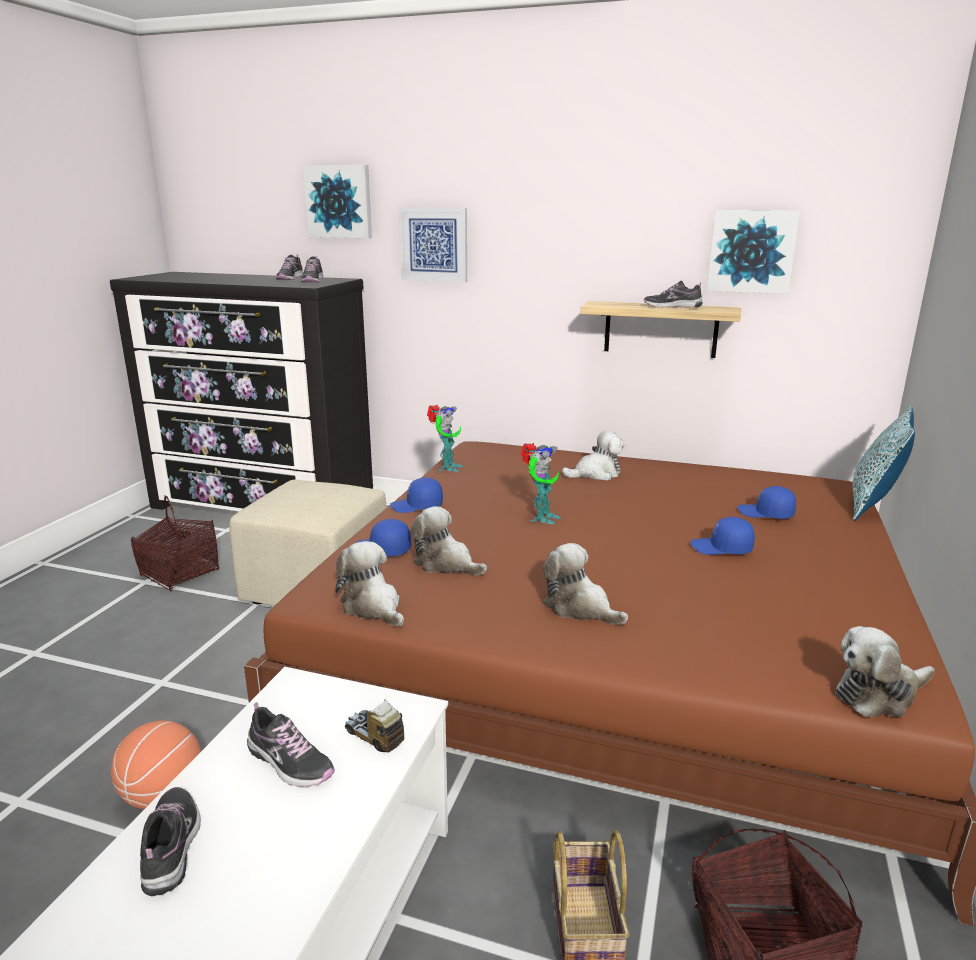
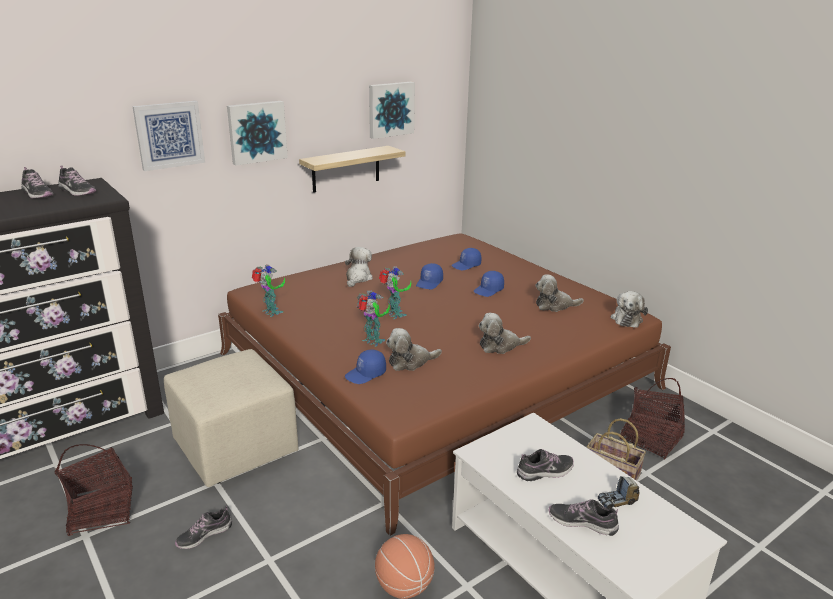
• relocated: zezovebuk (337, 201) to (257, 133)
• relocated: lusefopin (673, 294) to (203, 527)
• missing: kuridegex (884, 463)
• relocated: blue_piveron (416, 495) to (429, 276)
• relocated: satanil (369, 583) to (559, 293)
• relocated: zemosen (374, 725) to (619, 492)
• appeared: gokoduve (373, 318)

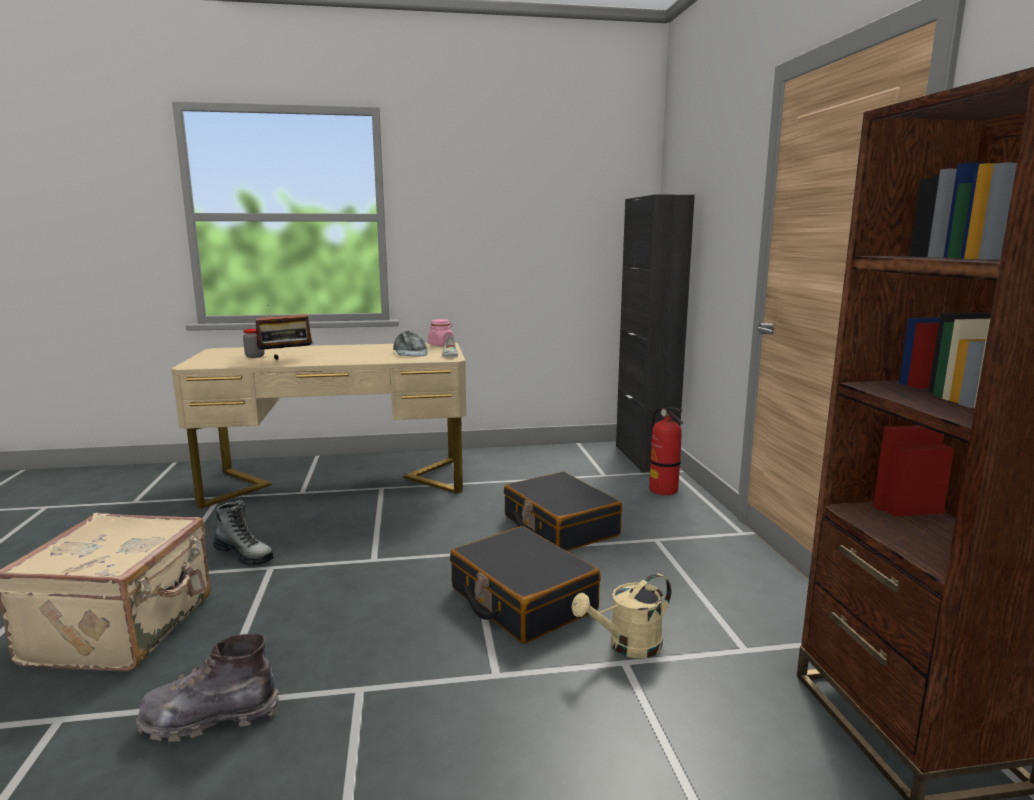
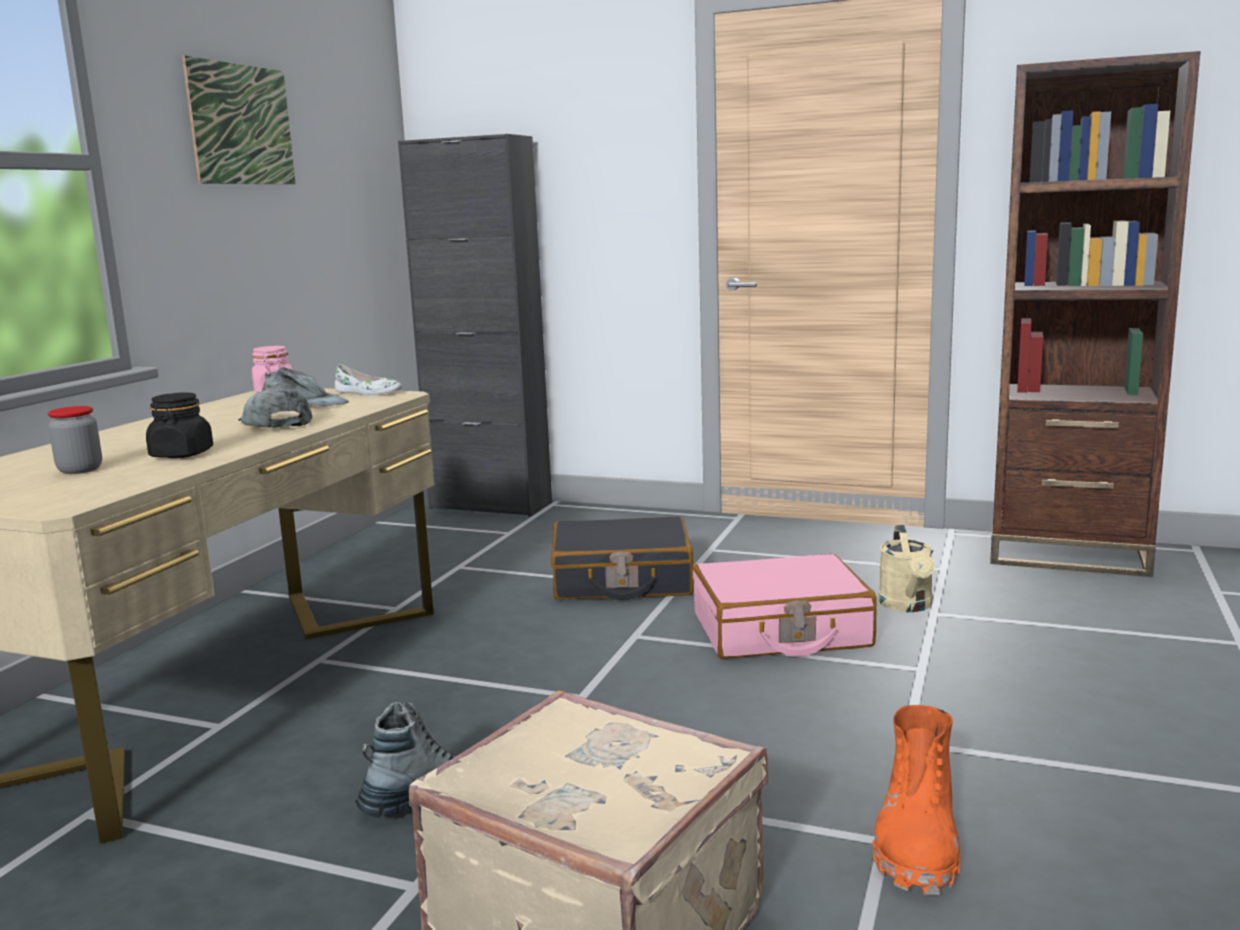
• exchanged: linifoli (282, 332) to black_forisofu (179, 425)
• missing: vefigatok (666, 451)
• colour: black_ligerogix (525, 585) to pink_ligerogix (785, 606)
• colour: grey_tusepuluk (207, 687) to orange_tusepuluk (916, 800)
• appeared: zezovebuk (239, 119)
• appeared: grey_piveron (275, 406)

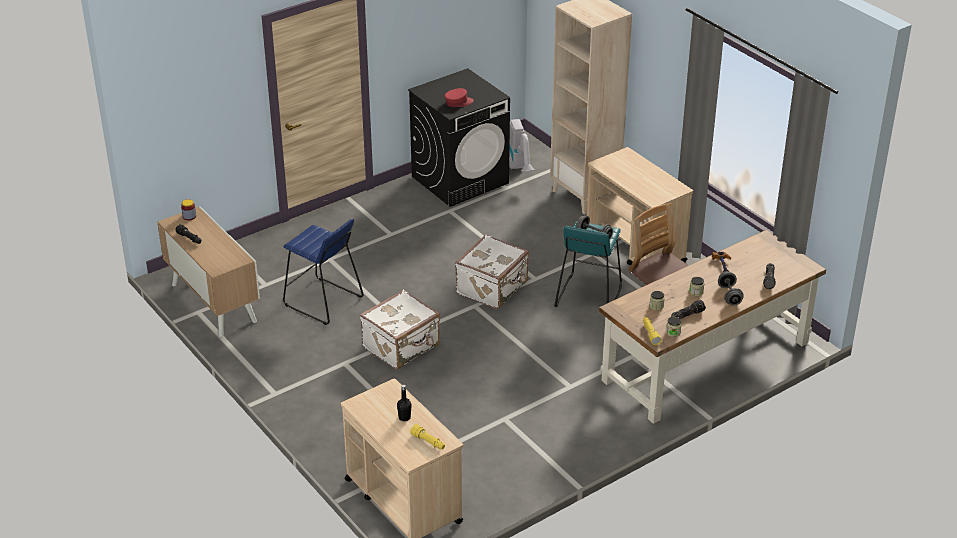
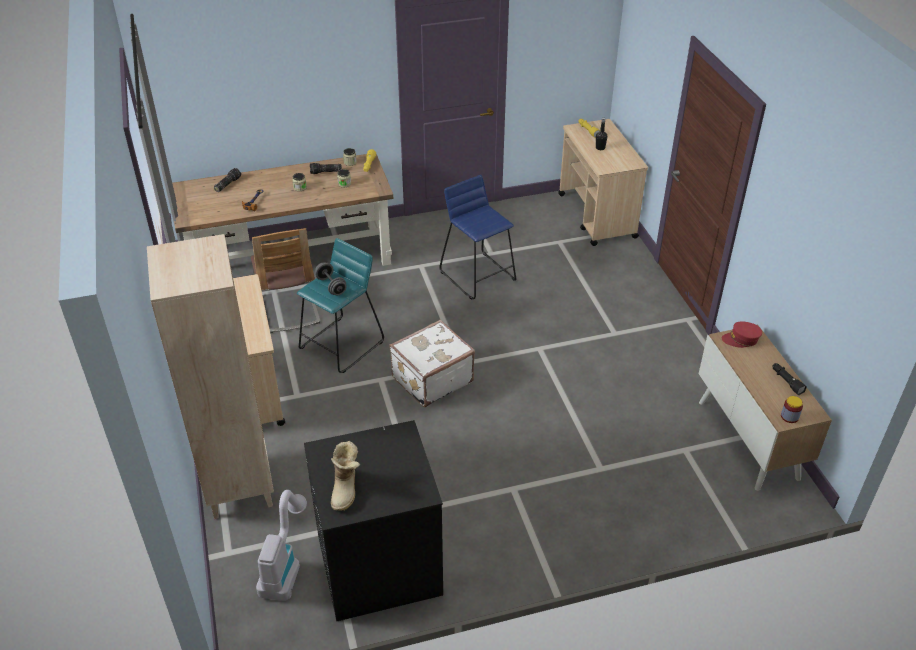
• relocated: red_piveron (459, 97) to (742, 335)
• relocated: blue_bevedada (323, 272) to (477, 237)
• missing: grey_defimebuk (731, 288)
• missing: white_ligerogix (400, 329)
• appeared: tusepuluk (345, 476)

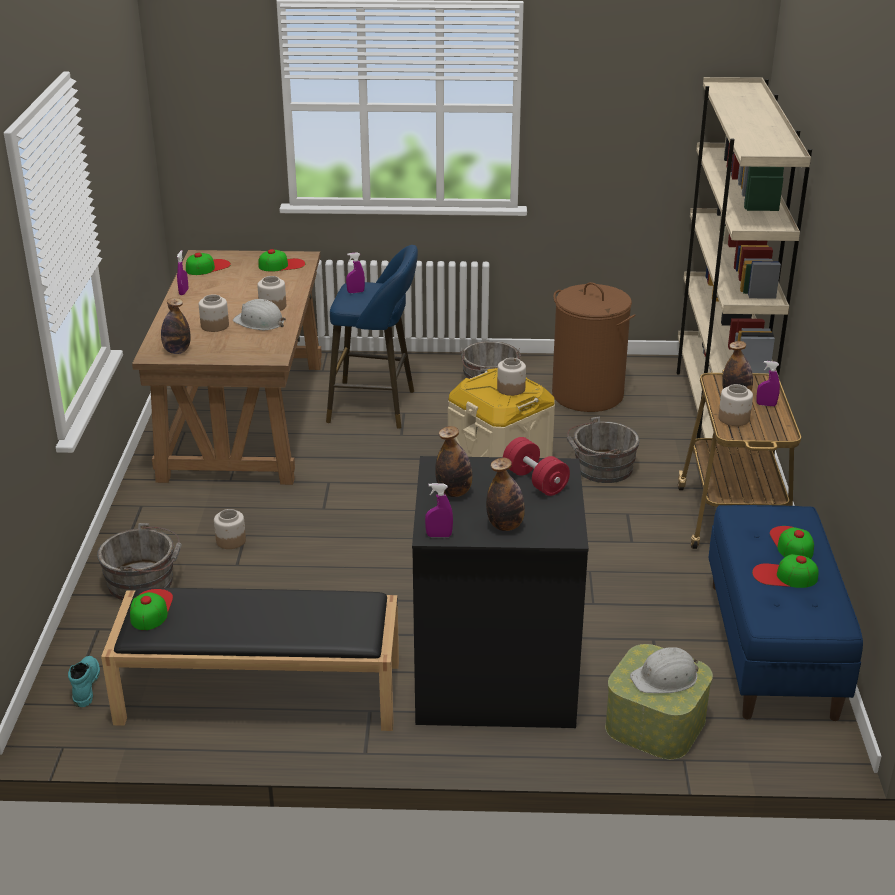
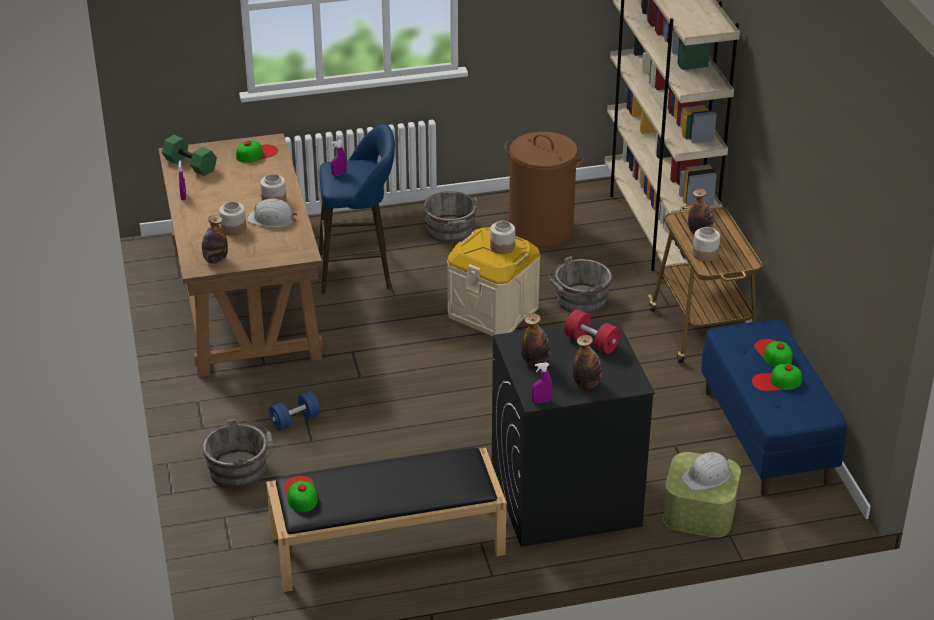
• exchanged: piveron (208, 263) to green_defimebuk (189, 155)
• missing: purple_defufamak (768, 383)
• exchanged: forisofu (230, 529) to blue_defimebuk (294, 411)
• missing: turquoise_tusepuluk (84, 681)

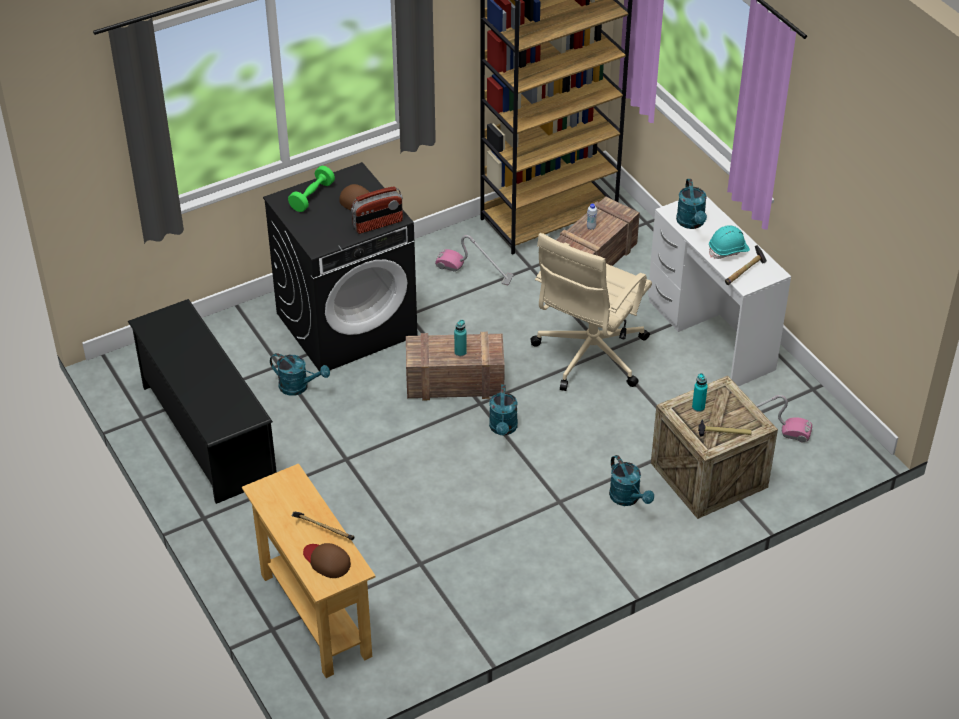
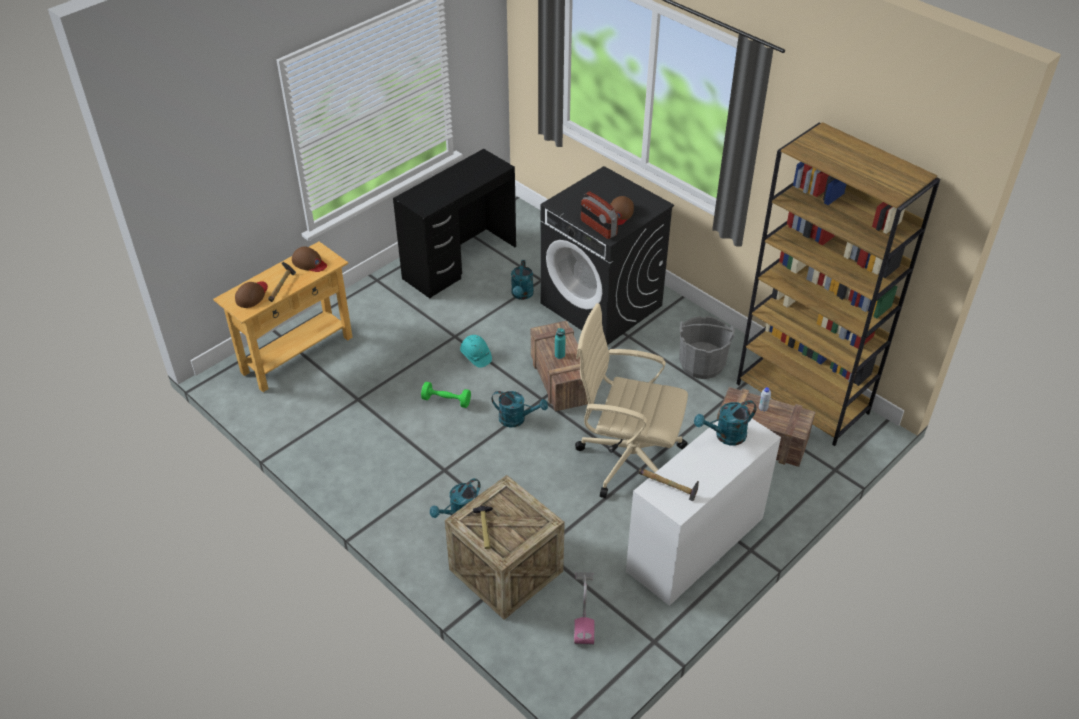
• relocated: green_defimebuk (311, 189) to (446, 395)
• relocated: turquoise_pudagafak (729, 242) to (476, 351)
• exchanged: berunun (474, 260) to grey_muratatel (707, 347)
• exchanged: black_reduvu (202, 401) to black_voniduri (454, 223)
• missing: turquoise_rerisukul (700, 392)
• spun: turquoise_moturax (503, 409) = (519, 409) 150 degrees counterclockwise
• appeared: brown_piveron (309, 259)

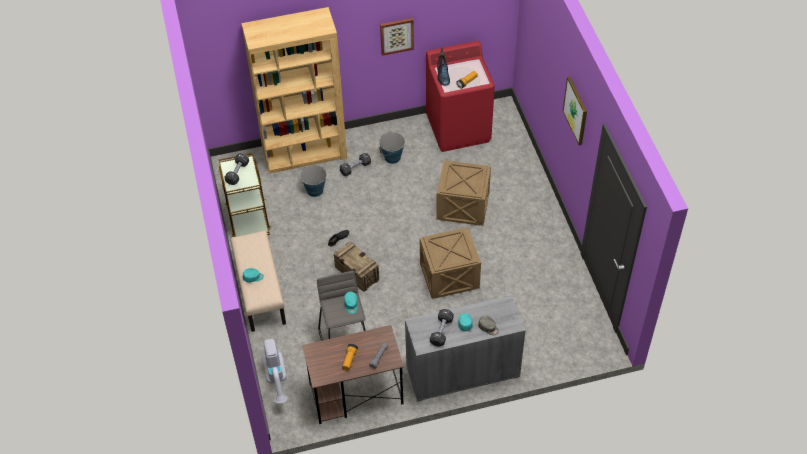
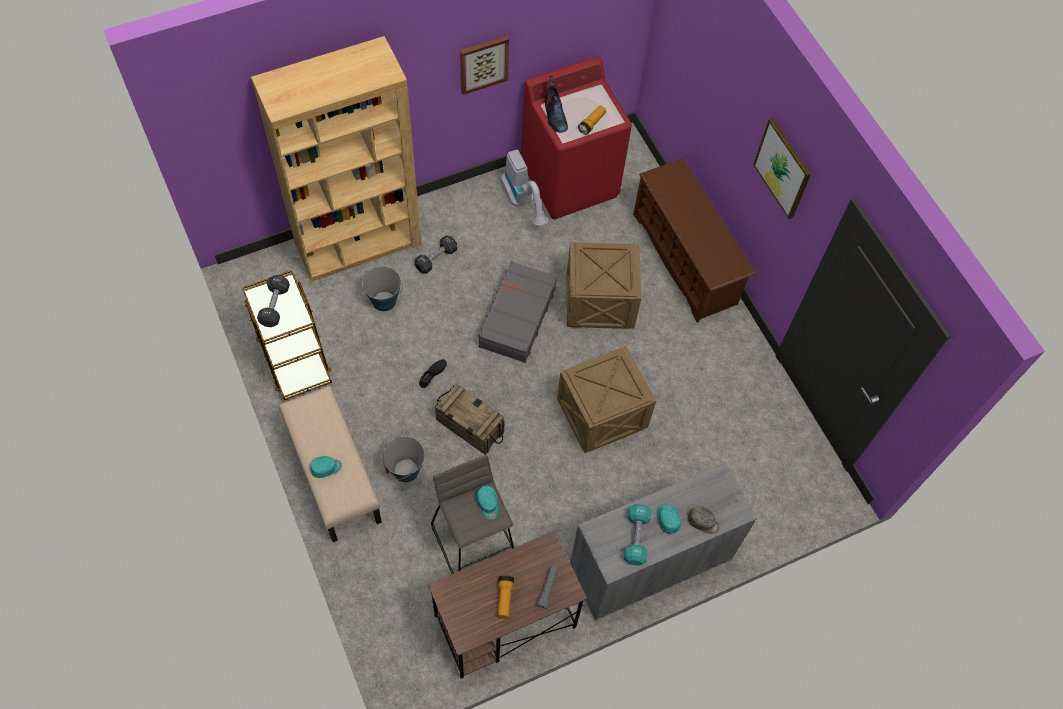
• relocated: muratatel (392, 147) to (404, 459)
• colour: black_defimebuk (442, 328) to turquoise_defimebuk (637, 534)
• relocated: berunun (275, 371) to (525, 188)
• appeared: brown_reduvu (694, 240)
• appeared: grey_ligerogix (517, 312)

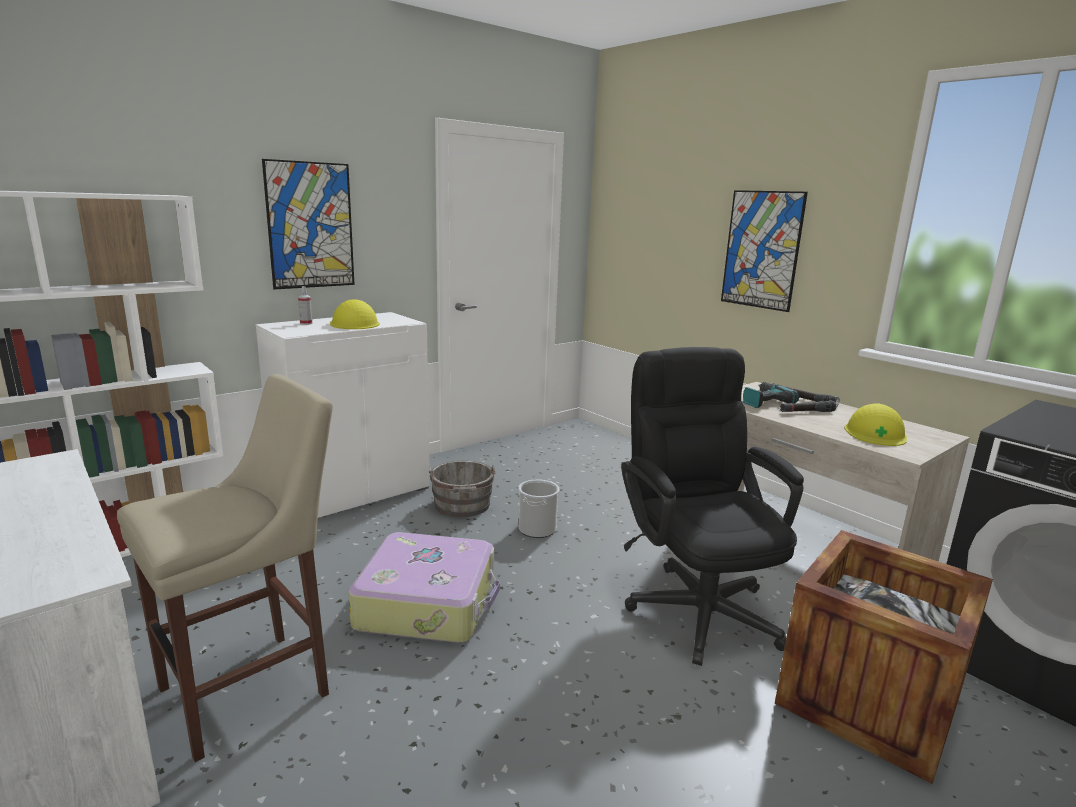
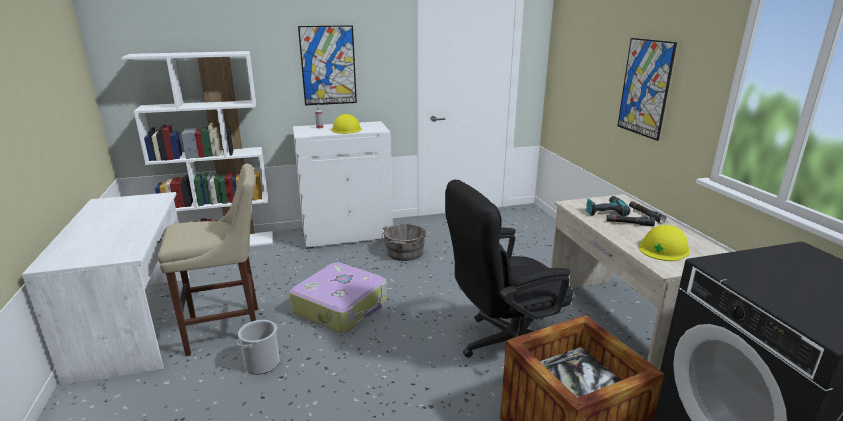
• spun: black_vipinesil (712, 506) = (509, 269) 120 degrees counterclockwise
• relocated: muratatel (538, 508) to (258, 347)

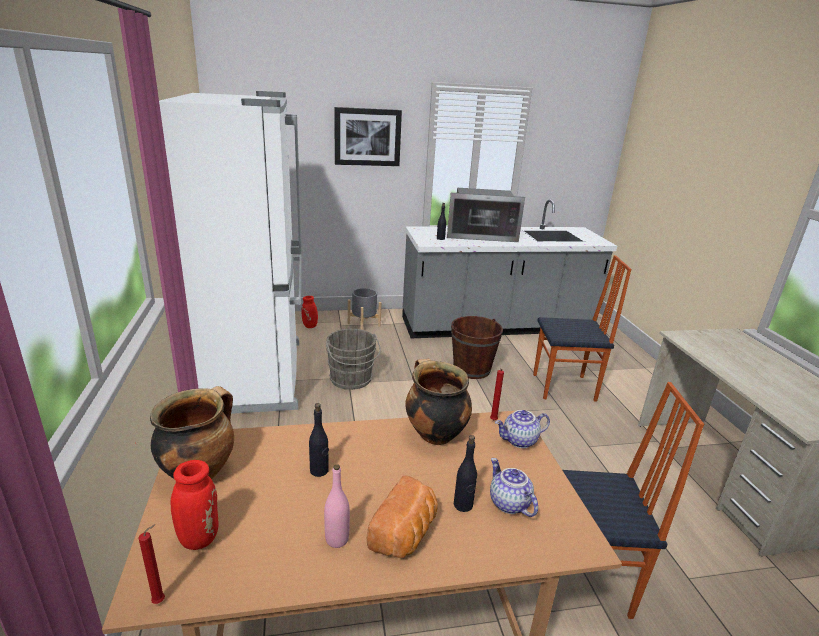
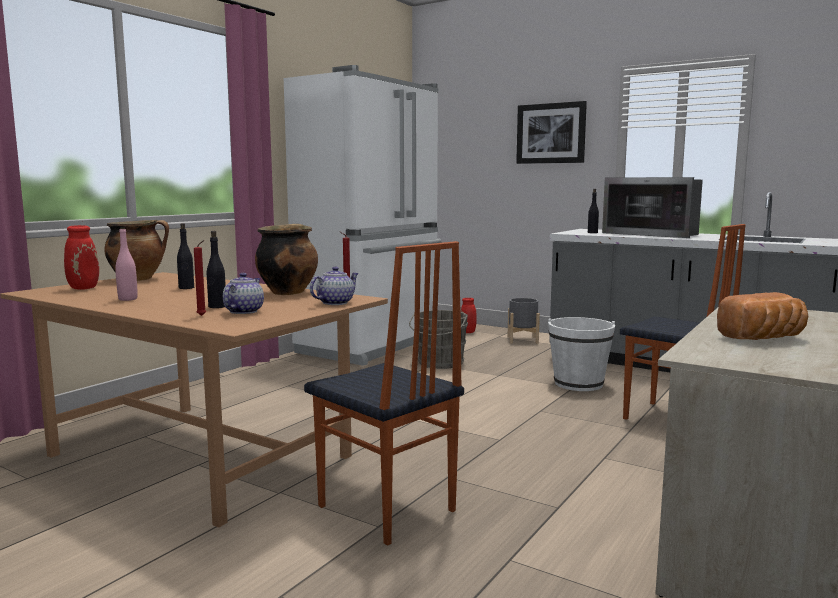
• colour: brown_muratatel (477, 347) to white_muratatel (581, 354)
• spun: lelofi (522, 429) = (334, 286) 105 degrees clockwise
• relocated: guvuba (402, 516) to (762, 316)
• relocated: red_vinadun (152, 564) to (200, 278)

